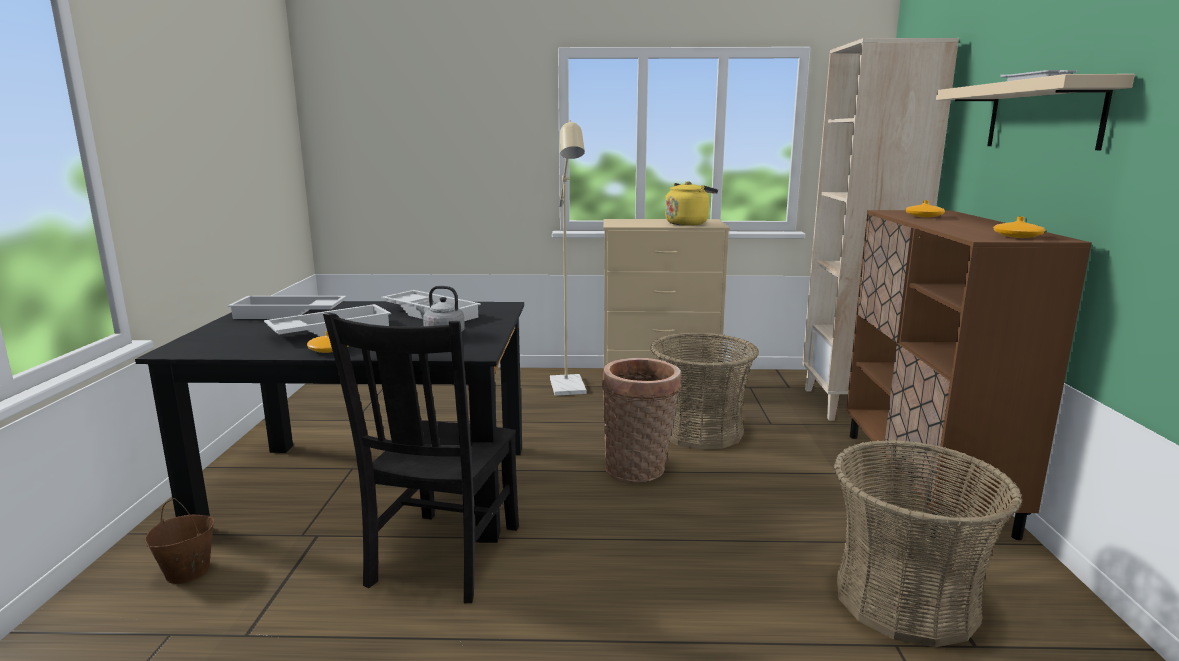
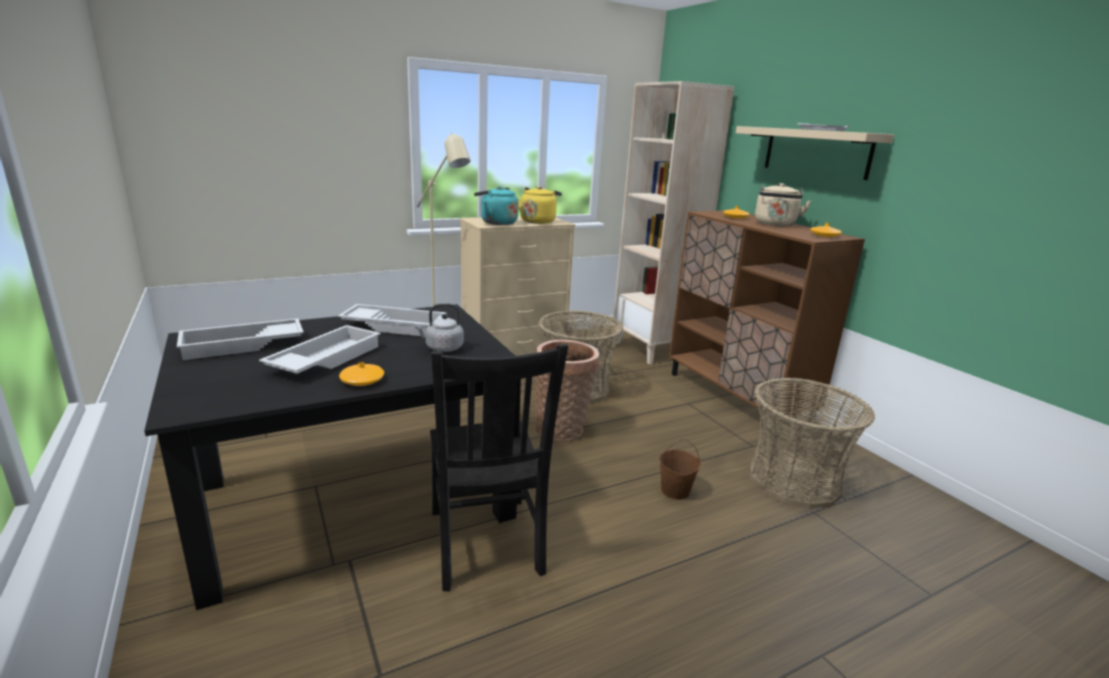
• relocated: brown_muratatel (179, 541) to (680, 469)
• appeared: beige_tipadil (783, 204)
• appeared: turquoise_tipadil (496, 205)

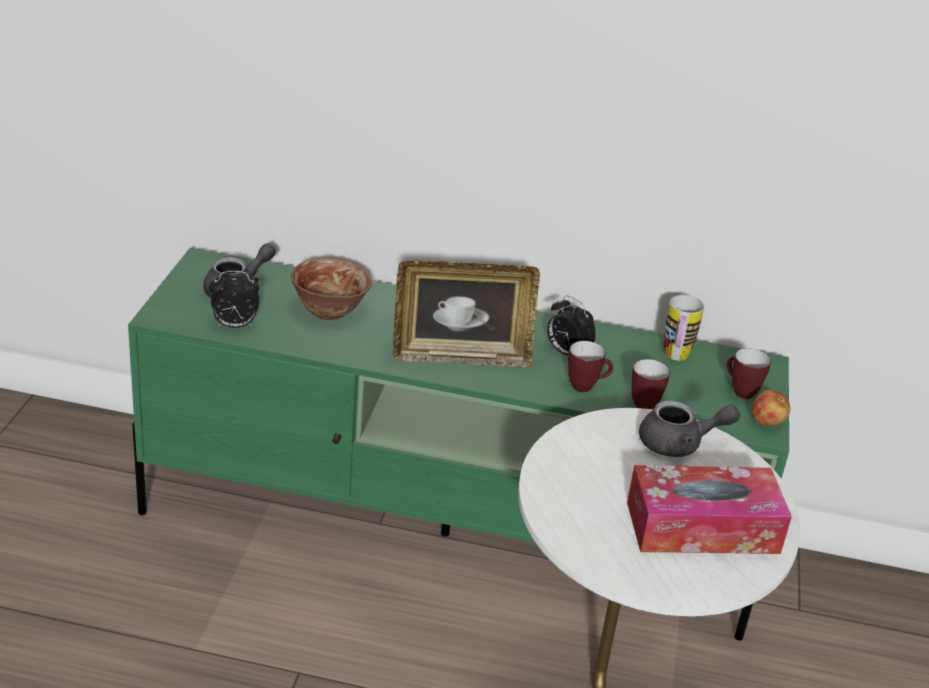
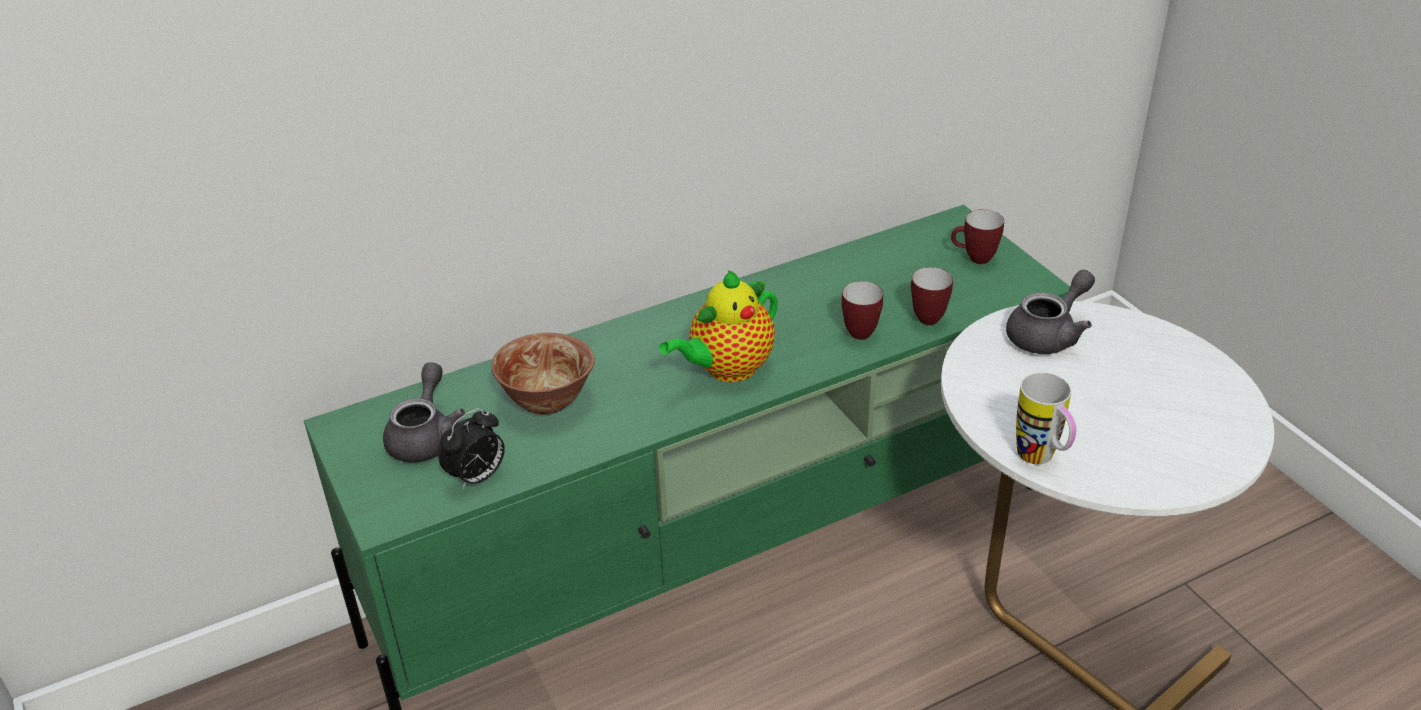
• exchanged: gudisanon (466, 314) to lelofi (718, 326)
• missing: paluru (571, 325)
• relocated: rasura (684, 328) to (1046, 418)
• missing: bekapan (771, 407)
• missing: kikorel (709, 509)

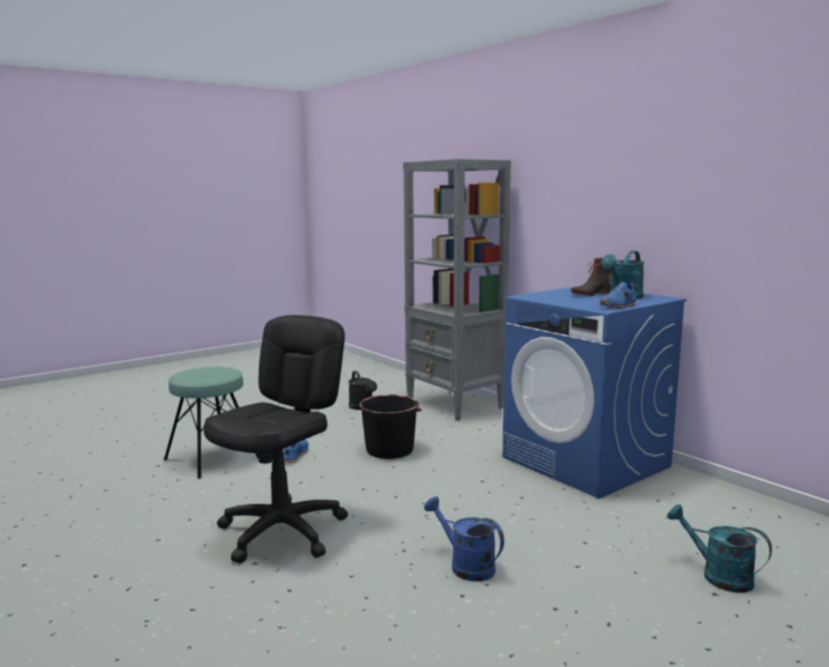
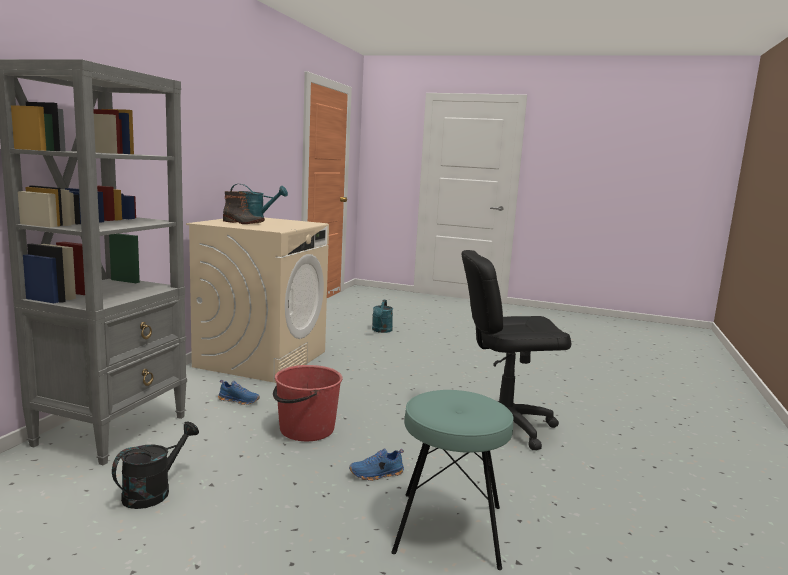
• relocated: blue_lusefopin (618, 295) to (239, 392)
• colour: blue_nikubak (594, 393) to beige_nikubak (257, 300)
• colour: black_muratatel (390, 427) to red_muratatel (308, 403)
• missing: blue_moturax (464, 538)

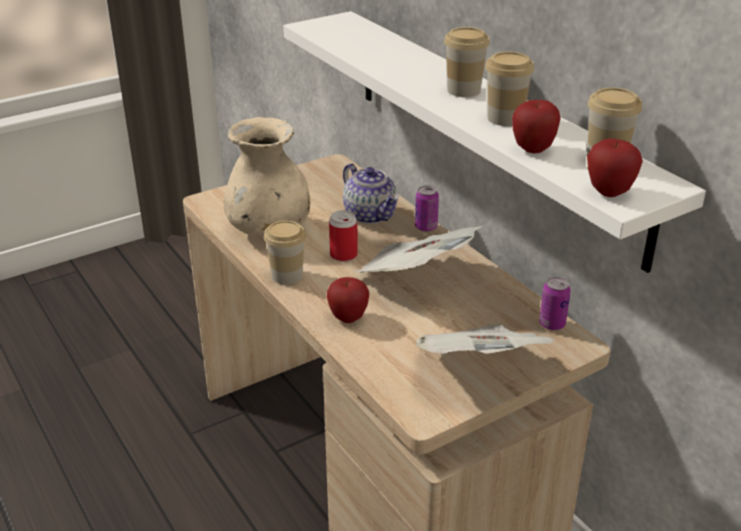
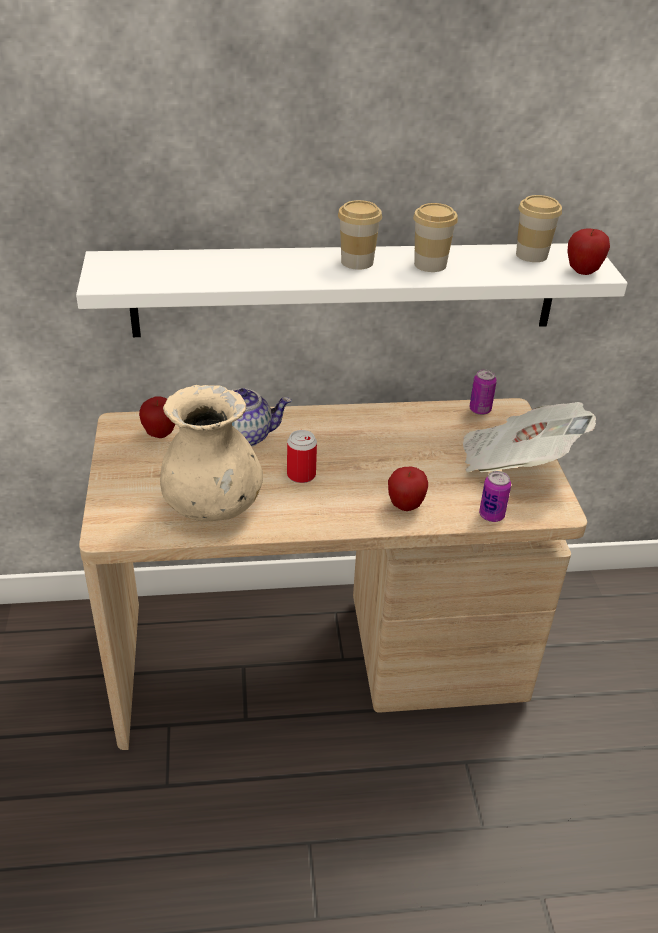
• relocated: bekapan (536, 126) to (157, 417)
• relocated: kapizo (427, 209) to (495, 496)
• missing: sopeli (285, 252)
• missing: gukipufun (417, 249)

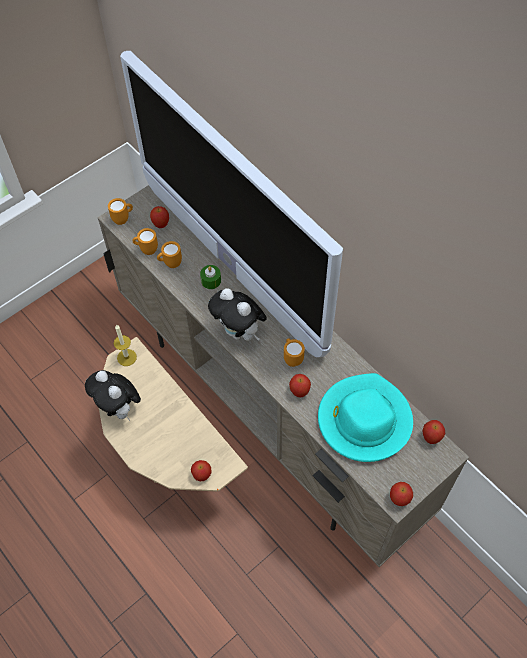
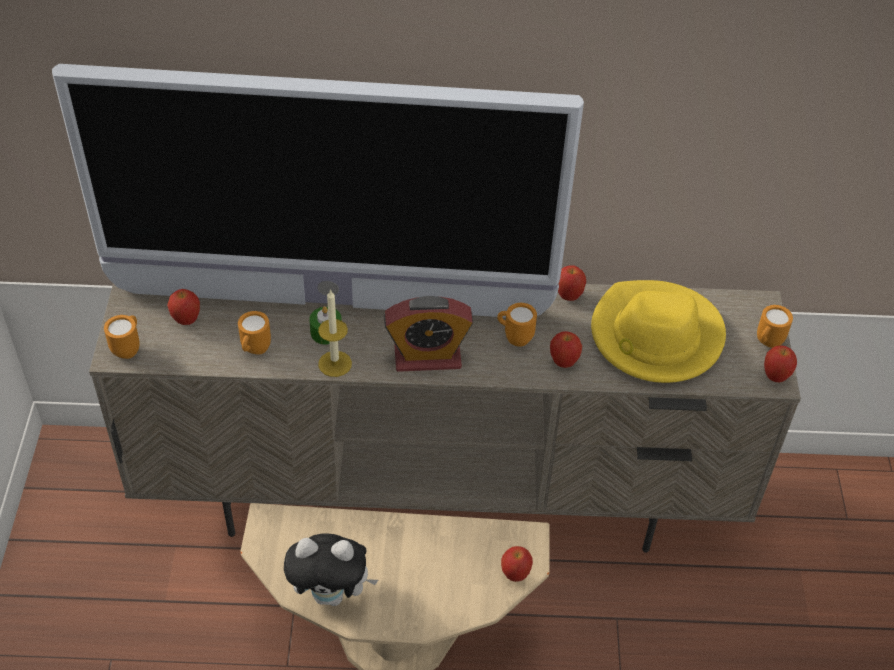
• relocated: orange_rasura (145, 241) to (775, 326)
• exchanged: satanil (237, 314) to paluru (428, 334)
• relocated: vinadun (125, 345) to (335, 333)
• colour: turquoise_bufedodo (365, 417) to yellow_bufedodo (658, 331)
• relocated: bekapan (433, 432) to (572, 283)

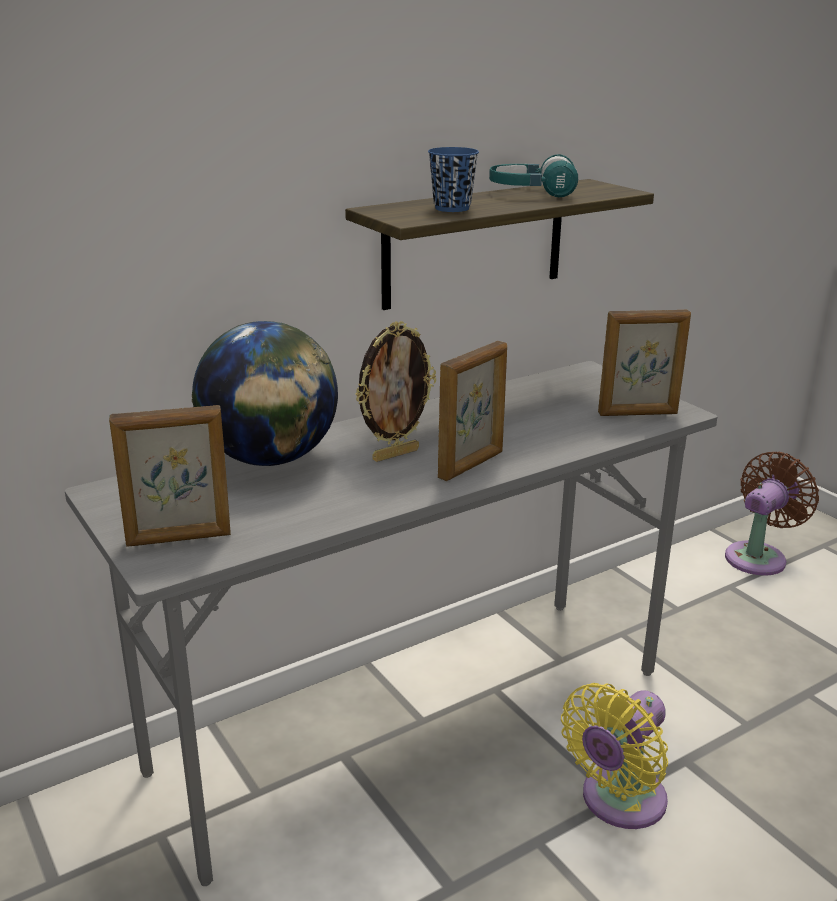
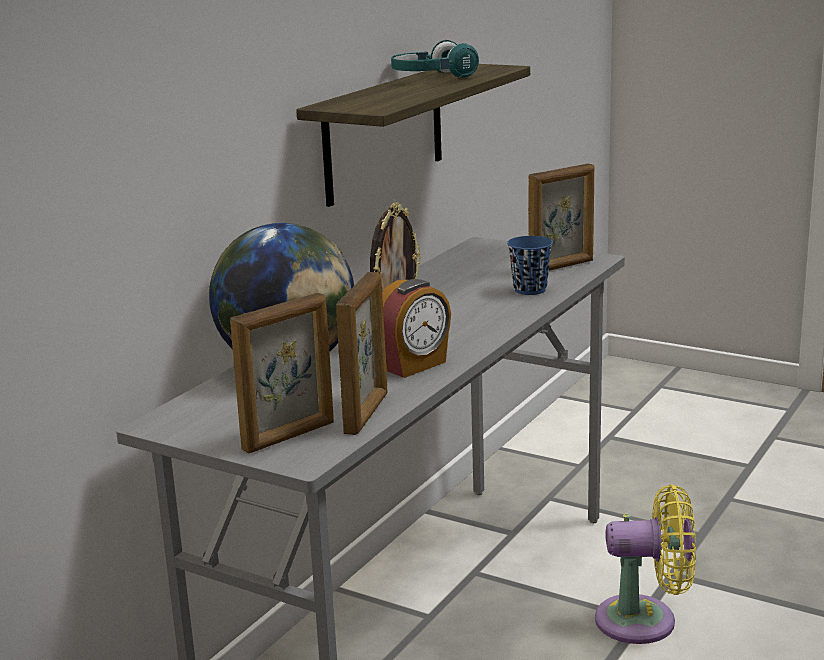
• relocated: blue_sopeli (453, 179) to (530, 265)
• relocated: gudisanon (472, 411) to (361, 353)
• missing: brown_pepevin (772, 514)
• spun: yellow_pepevin (614, 756) = (645, 564) 105 degrees counterclockwise
• appeared: paluru (416, 328)

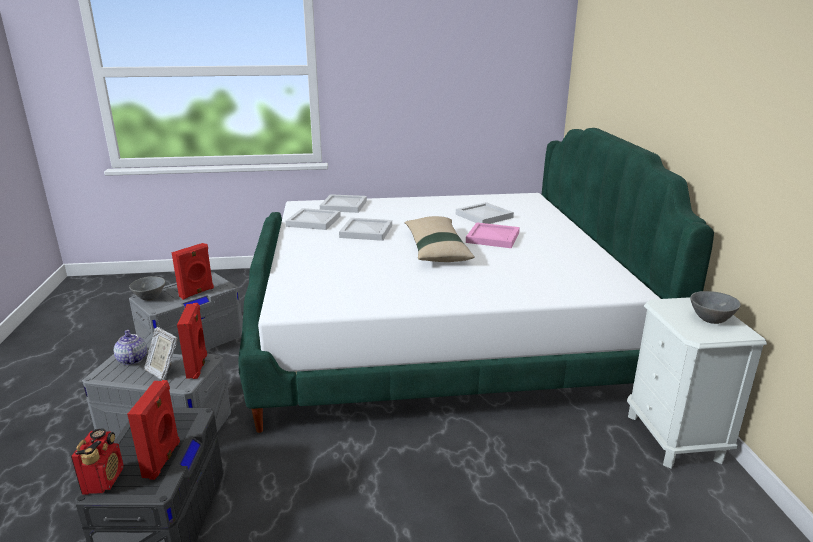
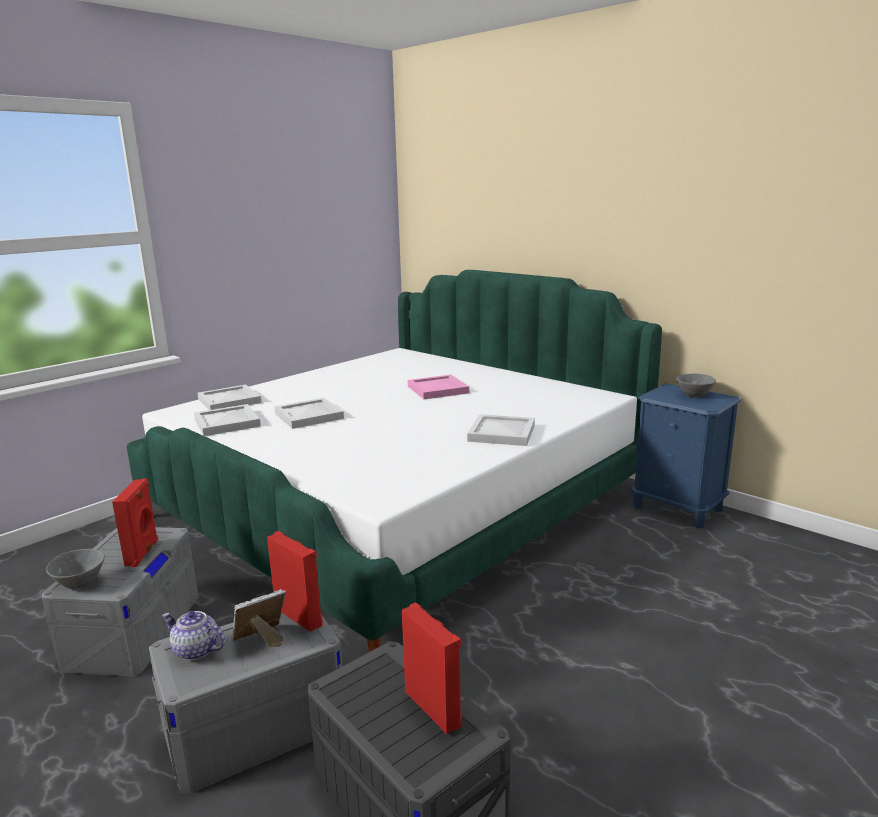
• relocated: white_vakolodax (485, 213) to (501, 430)
• missing: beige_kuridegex (439, 239)
• colour: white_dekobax (697, 383) to blue_dekobax (686, 455)
• spun: gudisanon (161, 353) = (259, 618) 150 degrees clockwise
• missing: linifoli (97, 461)

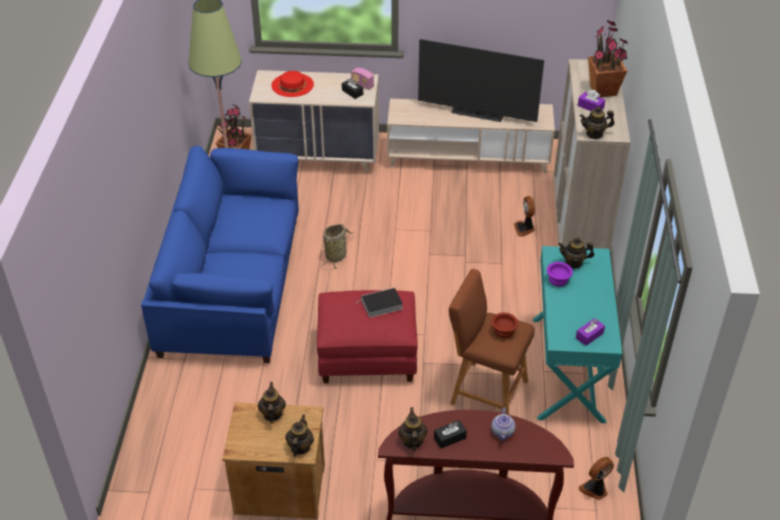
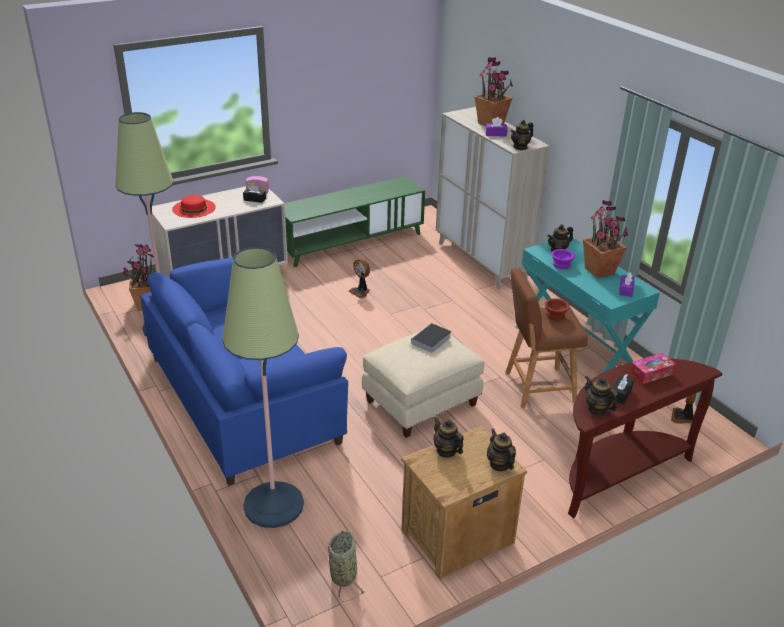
• missing: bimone (481, 80)
• colour: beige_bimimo (471, 136) to green_bimimo (355, 221)
• relocated: pepevin (524, 216) to (359, 278)
• relocated: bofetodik (337, 247) to (347, 565)
• colour: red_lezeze (367, 336) to beige_lezeze (423, 385)
• exchanged: lelofi (503, 424) to kikorel (652, 368)
• appeared: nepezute (605, 239)
• appeared: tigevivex (263, 387)

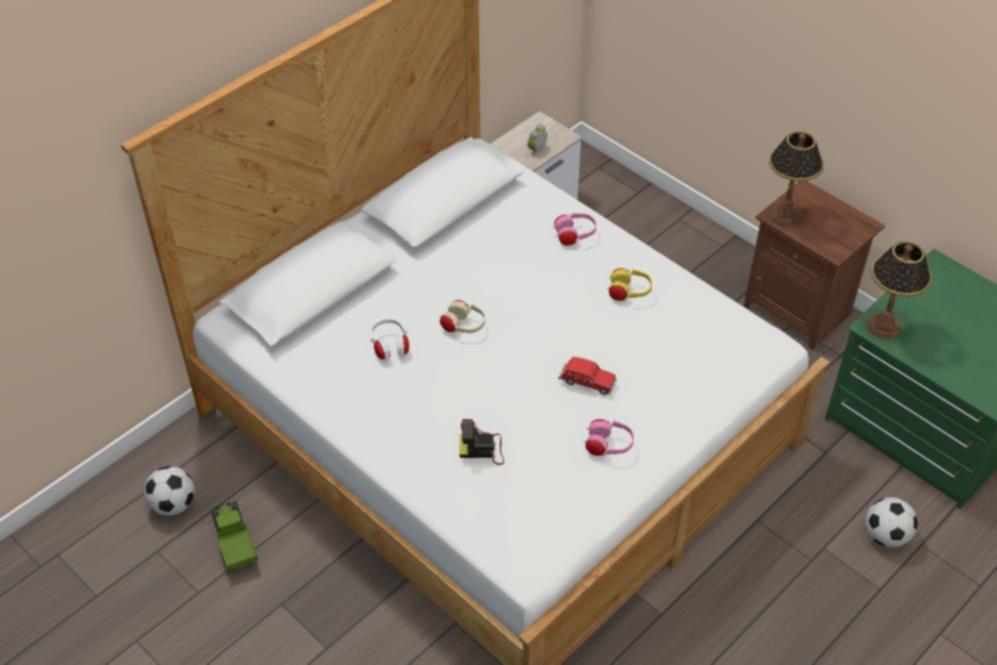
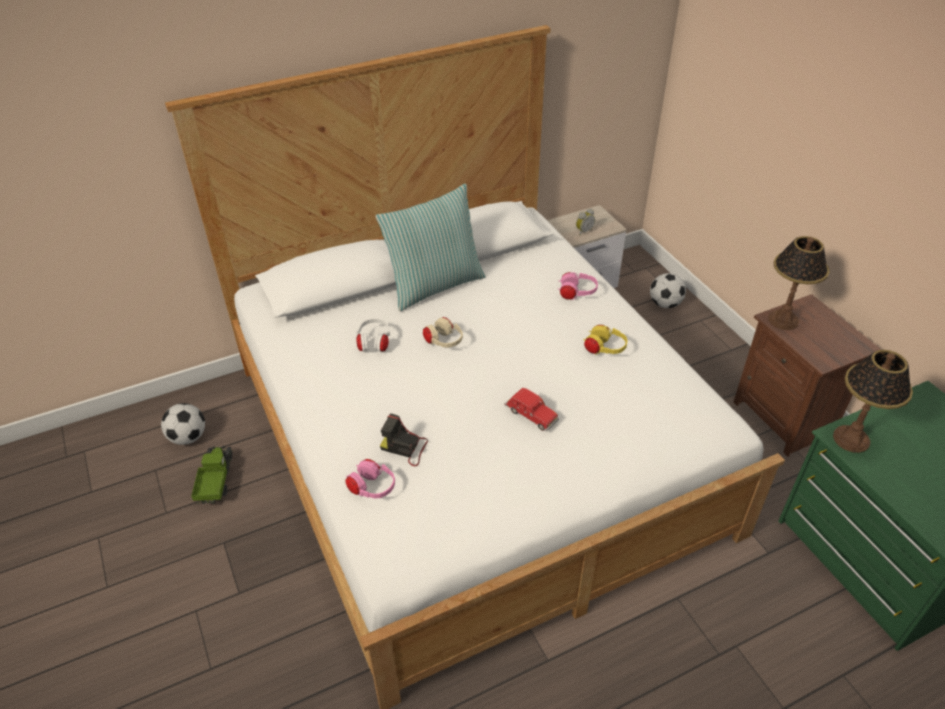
• relocated: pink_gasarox (608, 437) to (370, 478)
• relocated: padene (892, 522) to (668, 290)
• appeared: kuridegex (431, 247)

